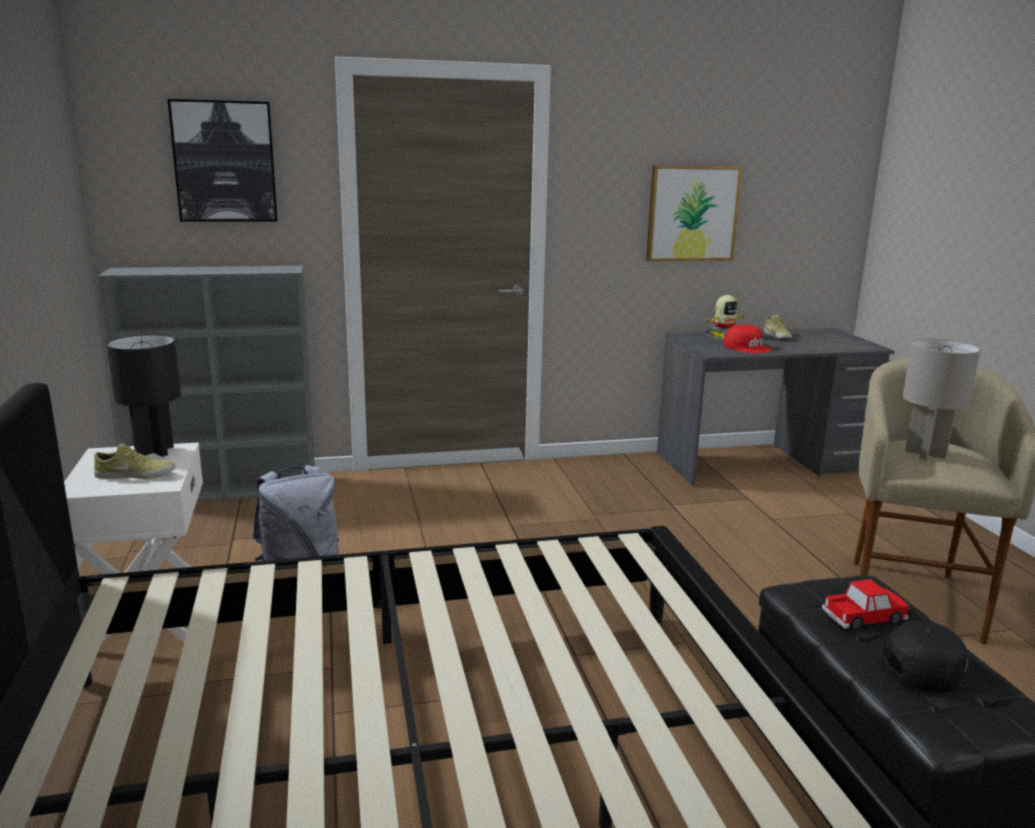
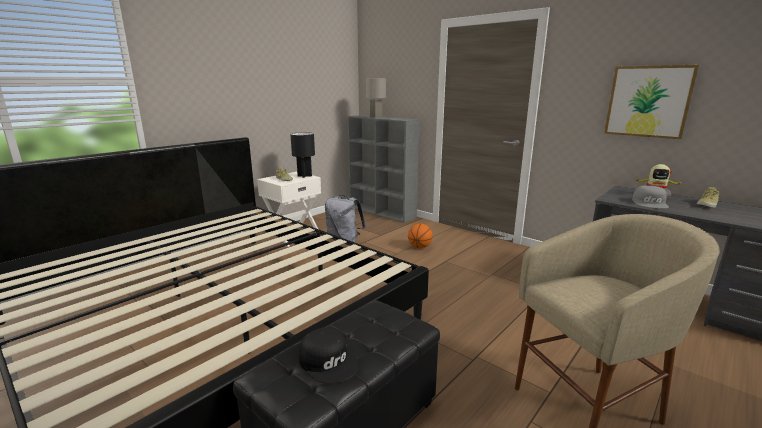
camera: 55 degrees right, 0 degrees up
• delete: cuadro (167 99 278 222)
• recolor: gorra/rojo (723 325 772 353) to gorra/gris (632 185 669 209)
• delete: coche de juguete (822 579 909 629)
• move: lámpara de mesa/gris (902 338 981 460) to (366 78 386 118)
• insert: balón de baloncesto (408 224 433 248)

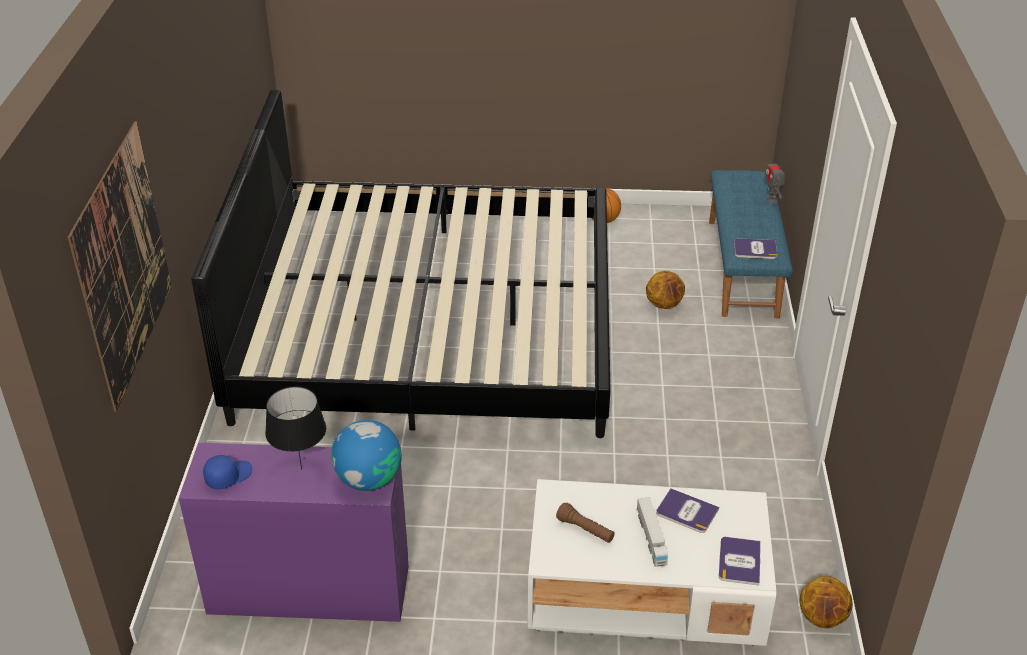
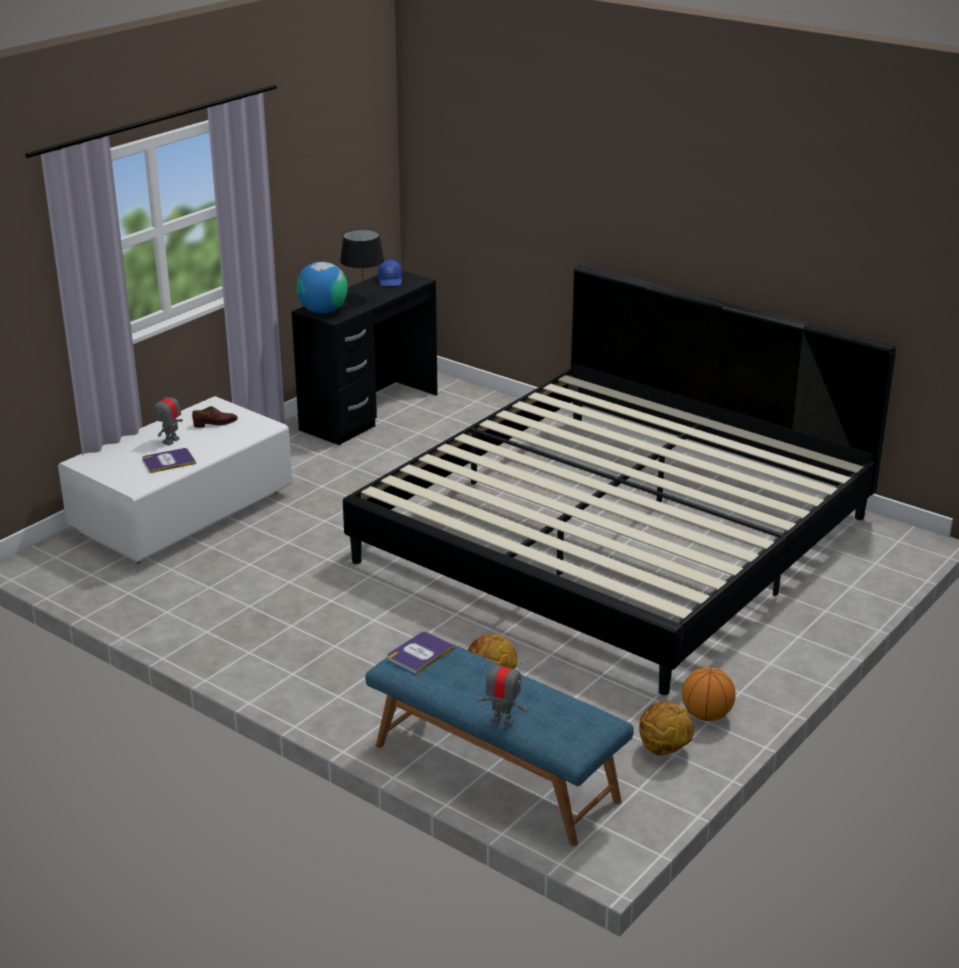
camera: 125 degrees right, 10 degrees down
• delete: cuadro (68 121 172 412)
• recolor: escritorio/morado (179 443 409 622) to escritorio/negro (291 271 438 445)
• replace: linterna/marrón (556 503 614 543) to zapato/marrón (192 406 238 428)
• replace: camión de juguete (636 497 668 567) to robot de juguete (155 386 183 445)
• delete: libro (719 537 761 586)
• move: balón de baloncesto (800 576 853 628) to (639 701 694 756)

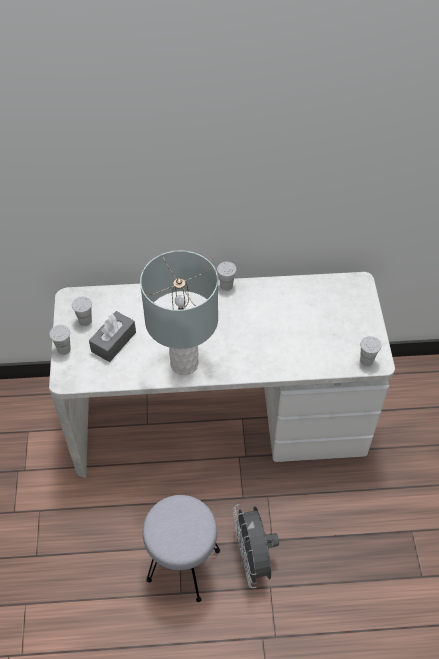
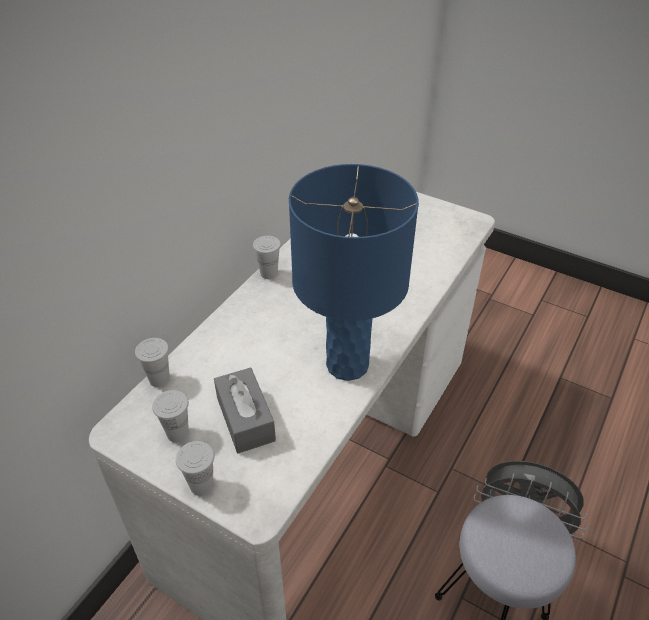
camera: 55 degrees left, 10 degrees down
• recolor: lámpara de mesa/gris (140 251 218 375) to lámpara de mesa/azul (289 164 419 381)
• move: taza/blanco (360 336 381 366) to (135 338 170 387)

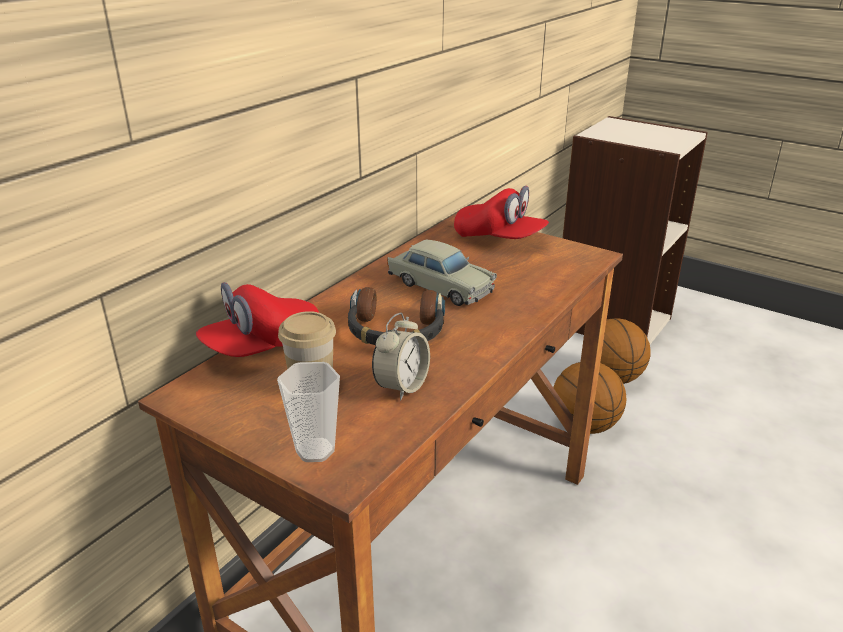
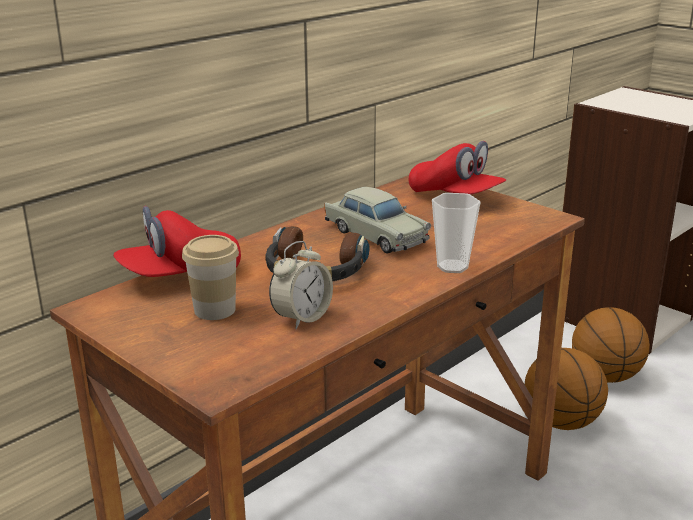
camera: 10 degrees right, 5 degrees down
• move: taza (277 362 340 462) to (432 193 481 273)

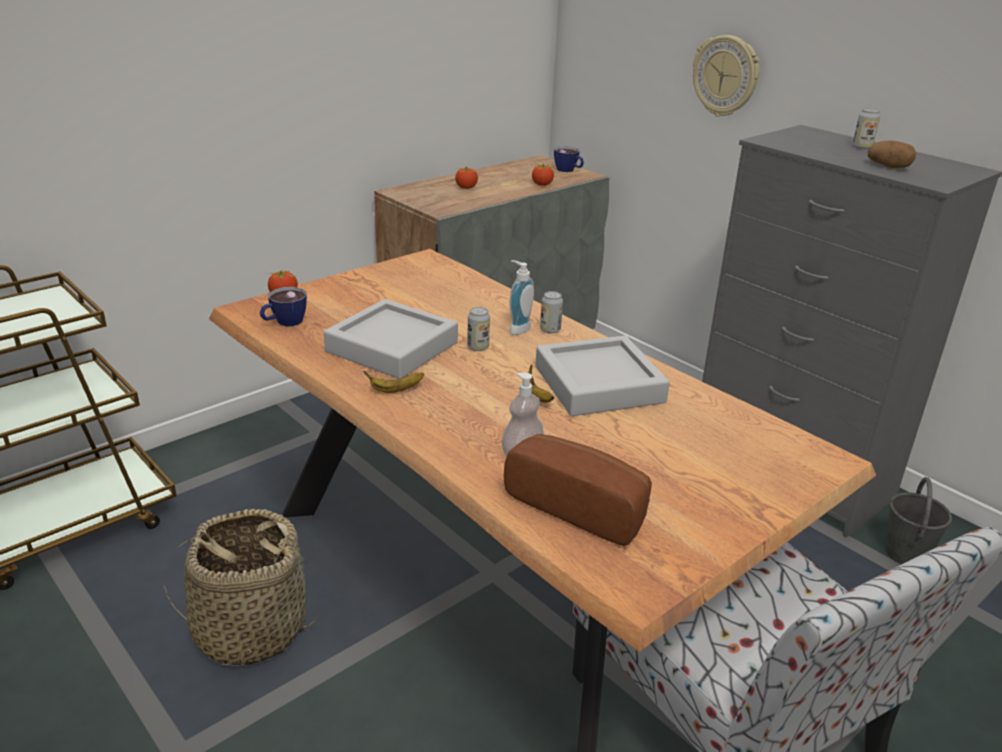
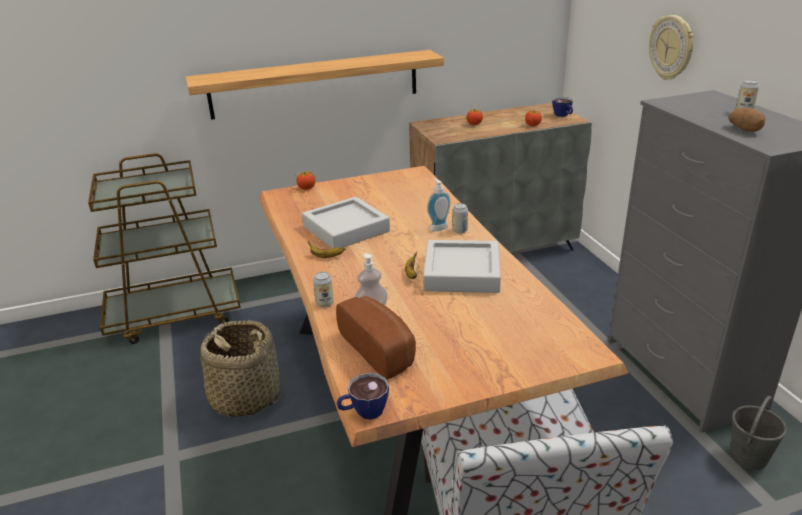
camera: 25 degrees right, 0 degrees up
• move: taza (260 287 307 326) to (336 373 389 420)
• move: lata (467 307 490 351) to (313 272 334 308)
• insert: estante (186 50 444 120)

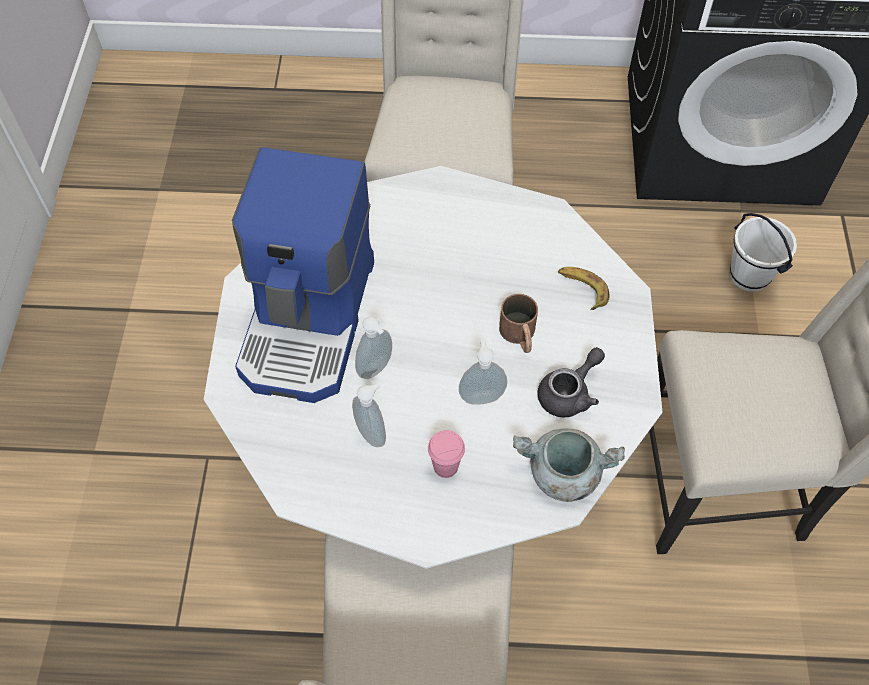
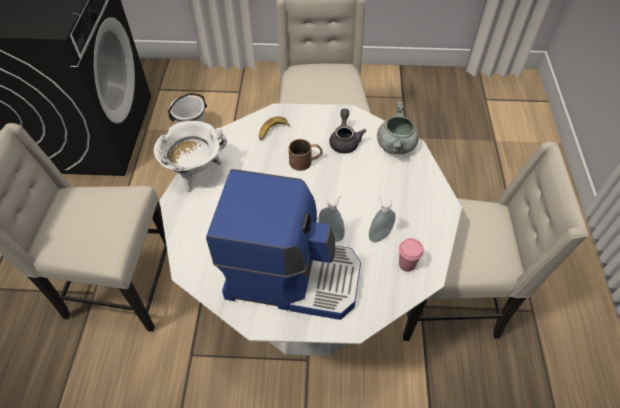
camera: 90 degrees left, 5 degrees down
• move: taza/rosa (428 430 465 478) to (399 238 424 272)
• delete: dispensador de jabón (459 340 507 405)
• rotate: tetera/gris (538 347 605 417) = (329 109 366 154) 45 degrees clockwise
• insert: olla/blanco (154 121 227 192)

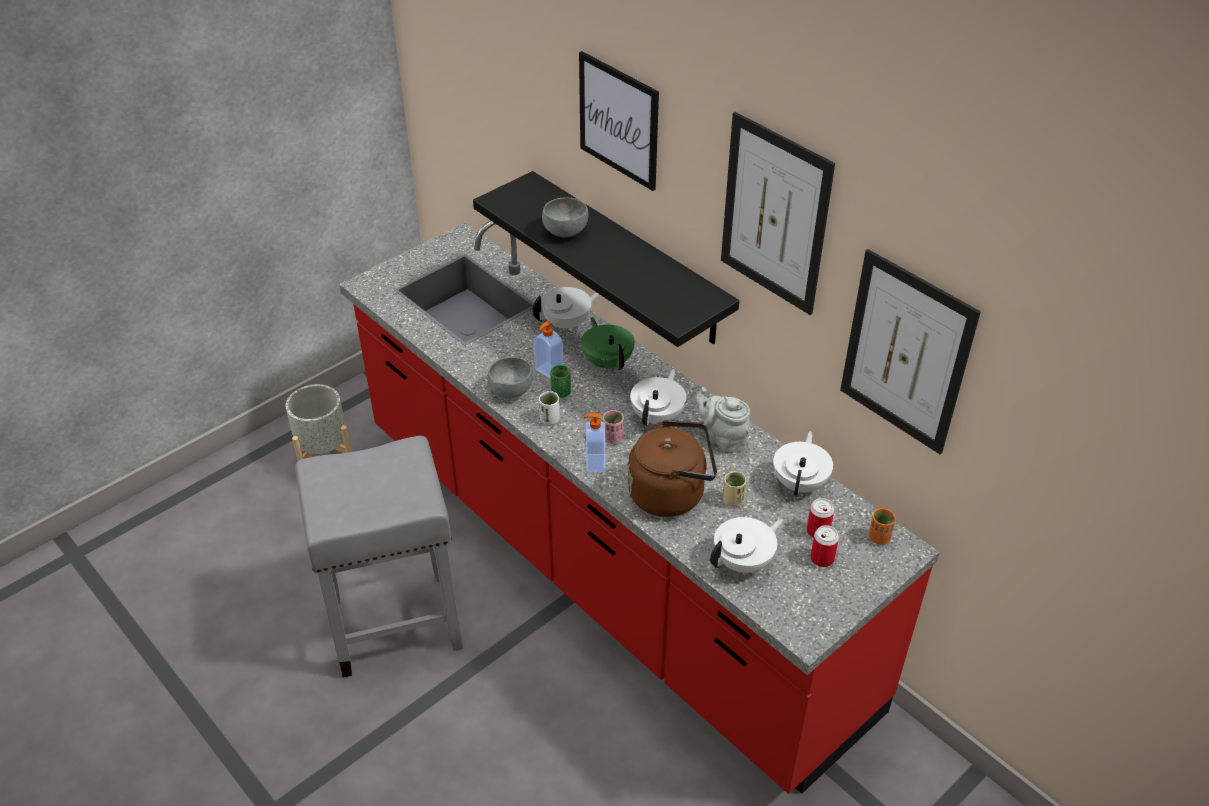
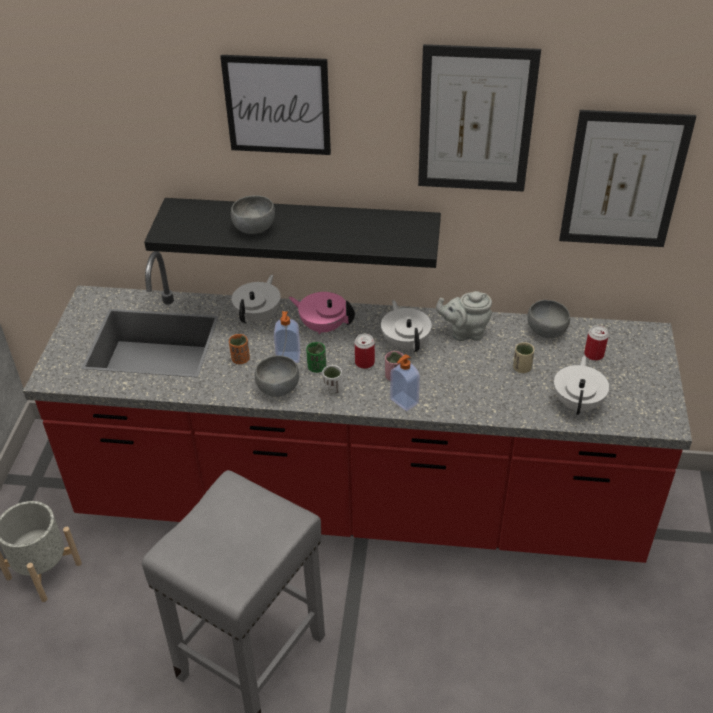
camera: 40 degrees left, 0 degrees up
• recolor: tetera/verde (581 317 635 370) to tetera/rosa (289 292 355 334)
• delete: hervidor/marrón (628 420 717 517)
• replace: tetera/blanco (773 431 833 496) to cuenco/gris (527 300 570 338)
• move: lata (810 525 839 567) to (355 334 375 369)
• move: taza/naranja (869 508 896 545) to (229 334 250 364)

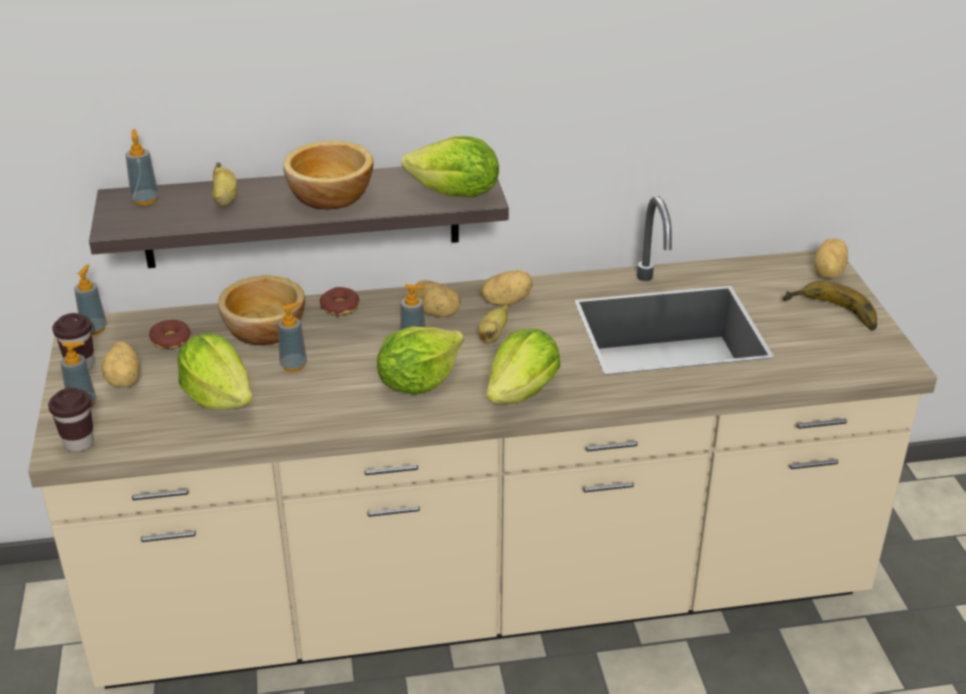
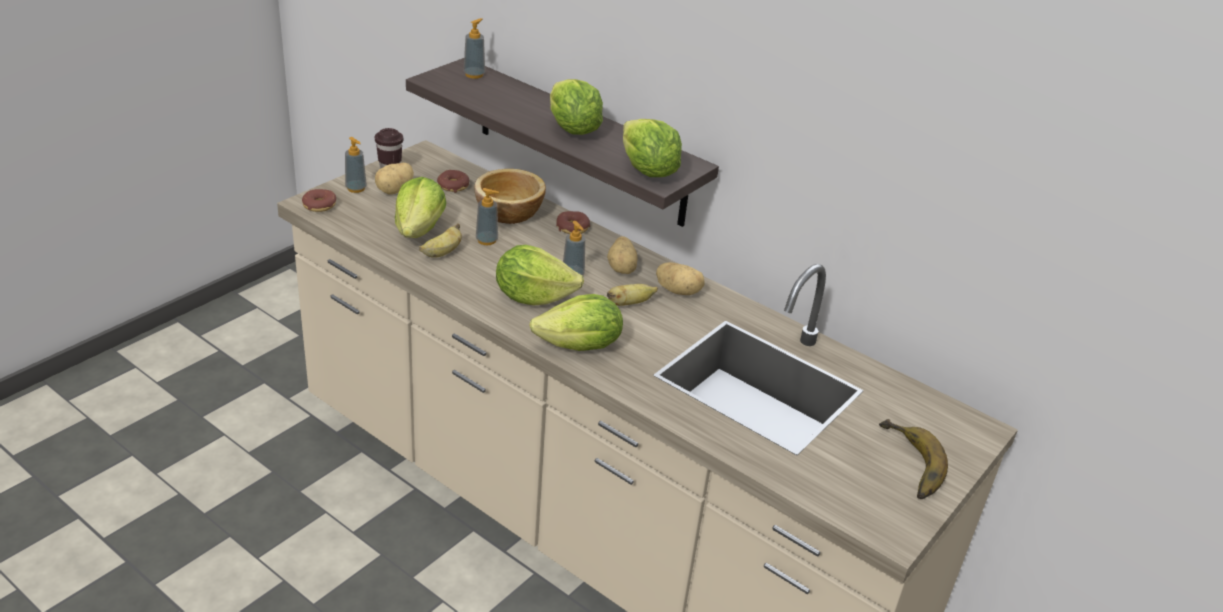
camera: 45 degrees right, 0 degrees up
• replace: taza/marrón (48 388 94 452) to rosquilla (302 189 336 212)
• delete: dispensador de jabón (74 264 107 335)
• move: plátano (212 162 238 207) to (419 223 462 258)
• replace: cuenco (283 141 373 210) to lechuga (550 79 603 135)
• delete: patata (814 238 848 279)

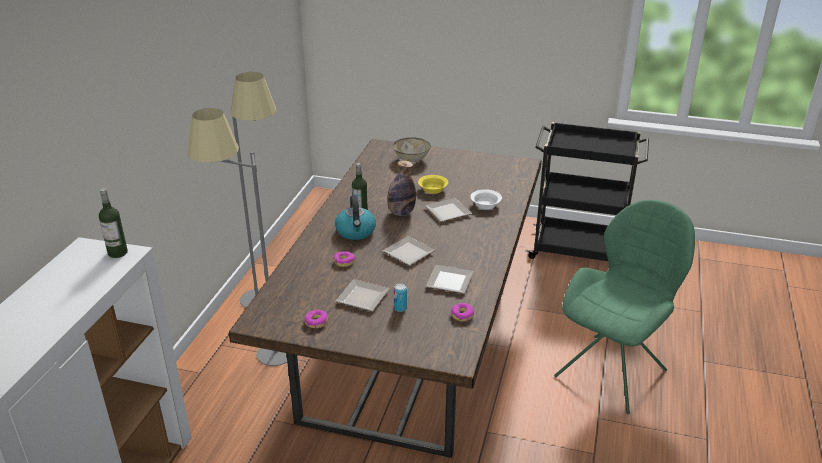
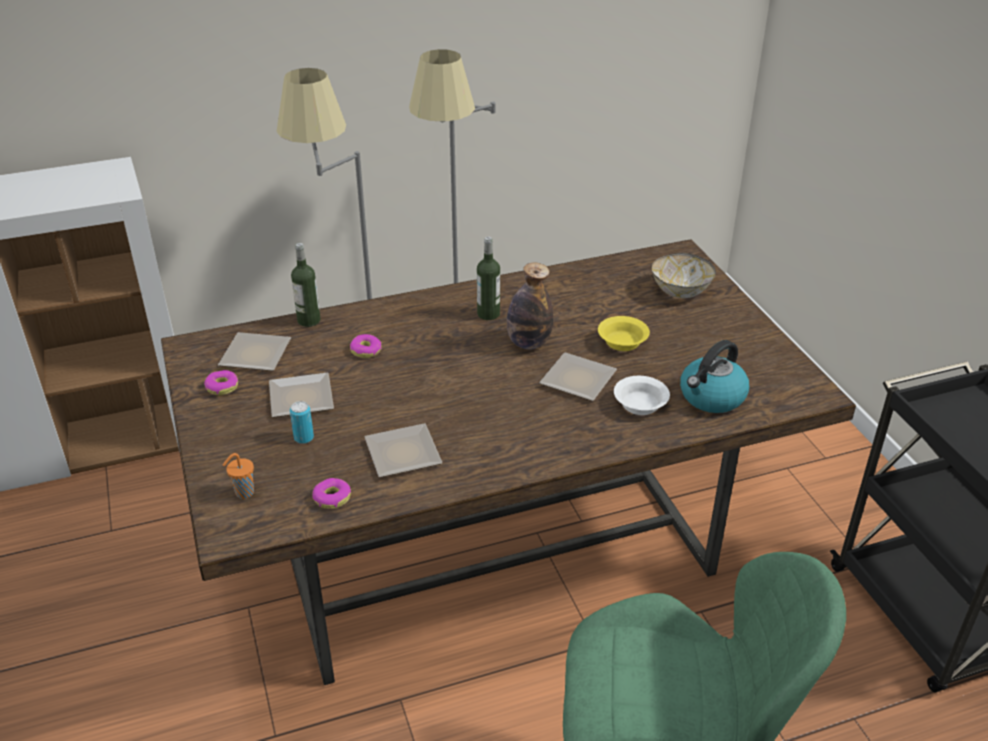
camera: 55 degrees right, 5 degrees up
• move: botella (99 188 128 258) to (291 243 321 327)
• move: hervidor (335 195 376 240) to (680 340 749 413)
• move: plato (383 236 435 266) to (218 332 291 371)
• insert: taza/naranja (223 453 254 499)

